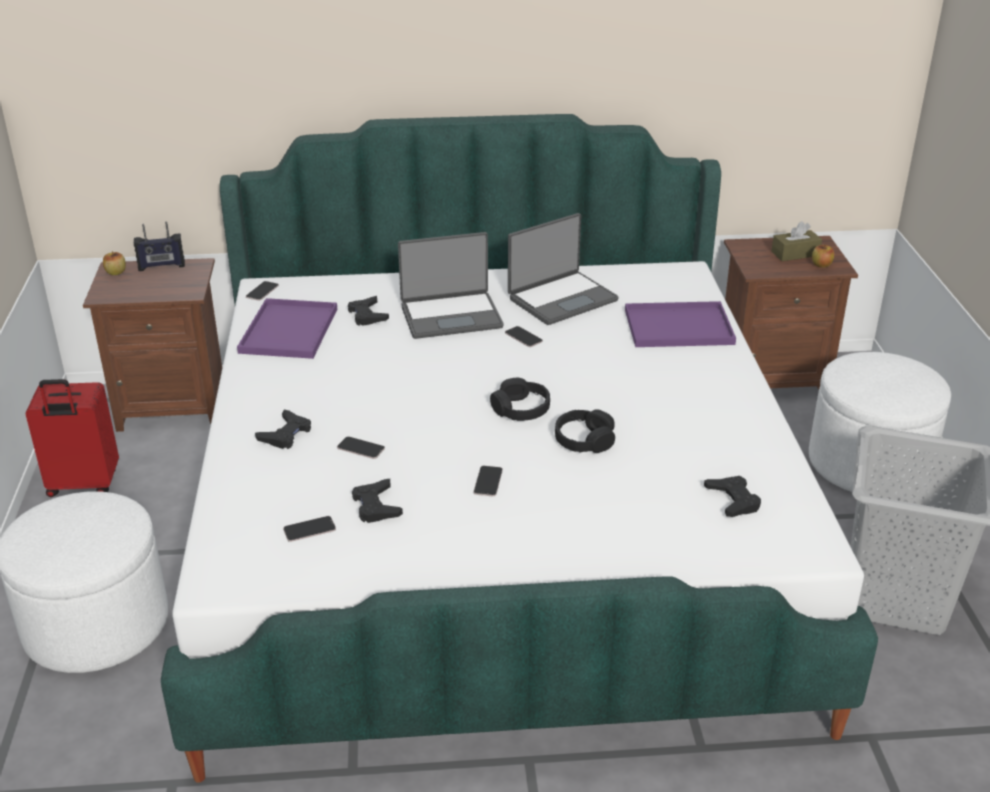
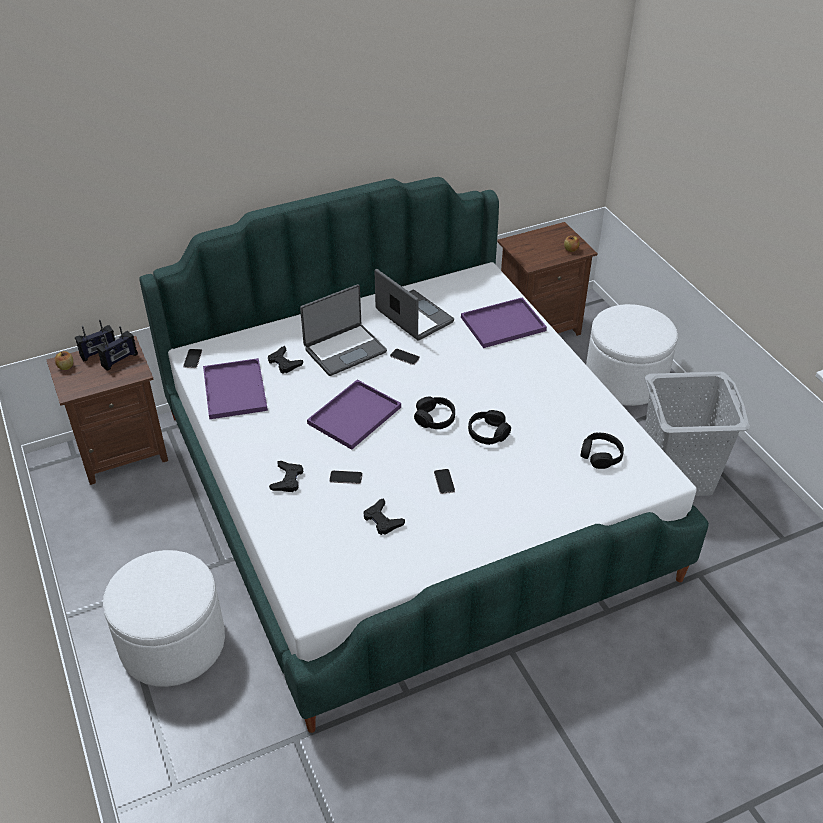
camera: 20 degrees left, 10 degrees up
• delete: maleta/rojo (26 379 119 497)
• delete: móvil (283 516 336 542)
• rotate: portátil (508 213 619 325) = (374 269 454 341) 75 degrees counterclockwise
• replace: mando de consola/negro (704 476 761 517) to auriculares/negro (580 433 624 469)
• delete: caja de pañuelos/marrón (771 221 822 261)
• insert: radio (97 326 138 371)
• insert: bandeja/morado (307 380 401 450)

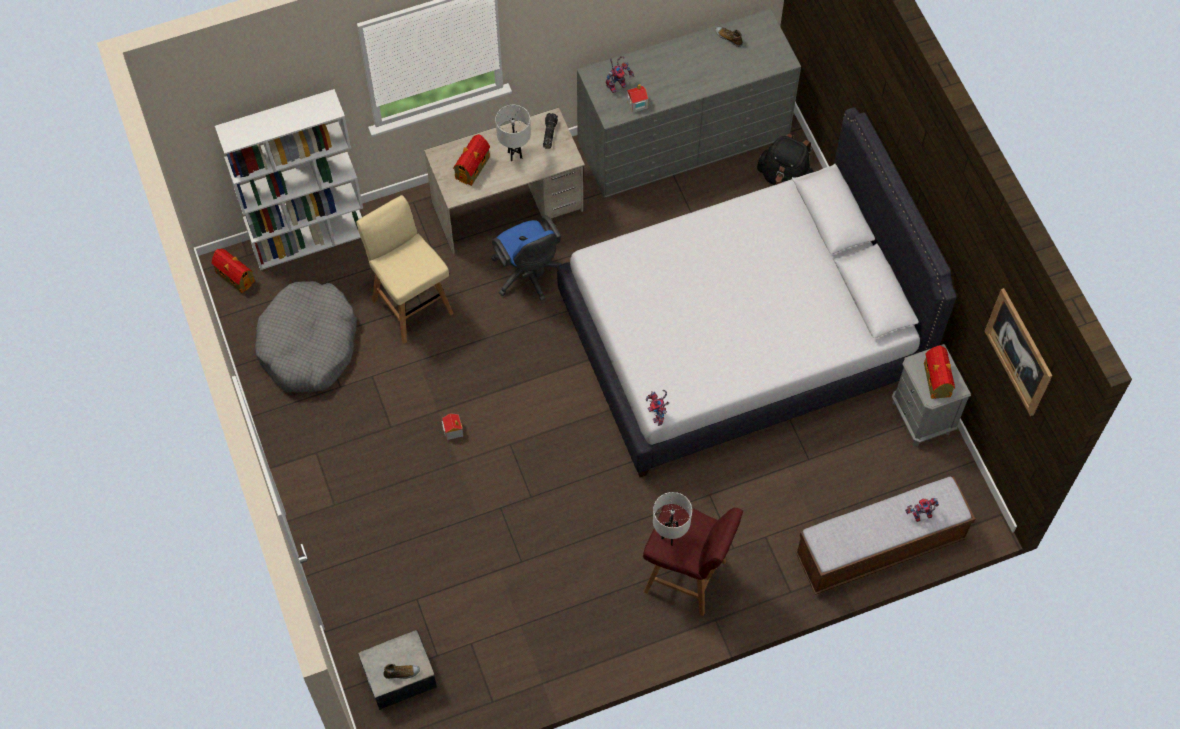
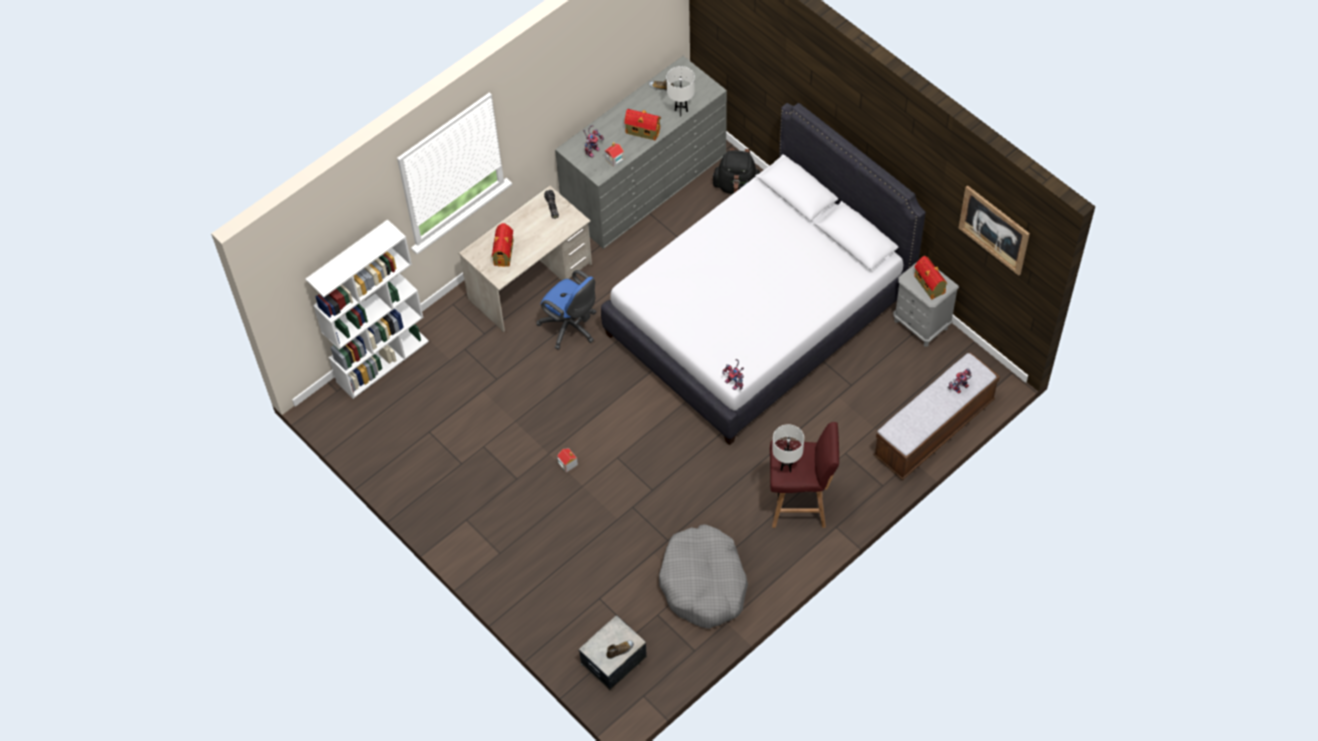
camera: 20 degrees left, 5 degrees down
• move: casita (212 249 255 293) to (624 109 661 140)
• move: cama para perro/gris (254 281 357 393) to (659 524 748 629)
• delete: taburete/beis (356 195 454 343)
• move: lámpara de mesa/blanco (495 105 531 162) to (666 66 695 116)

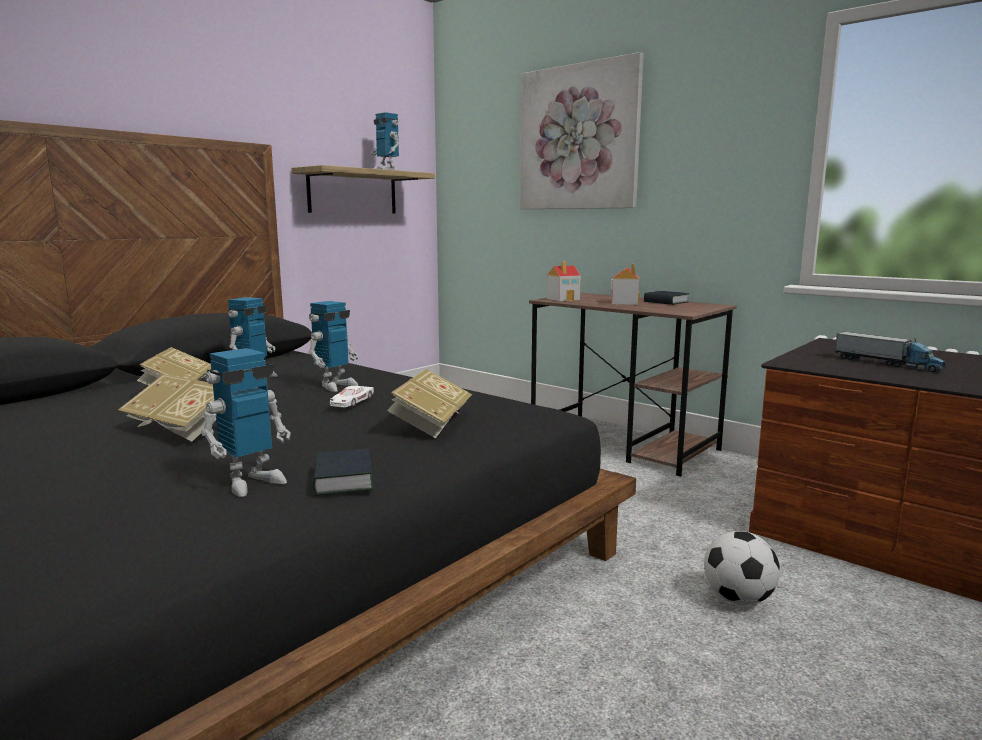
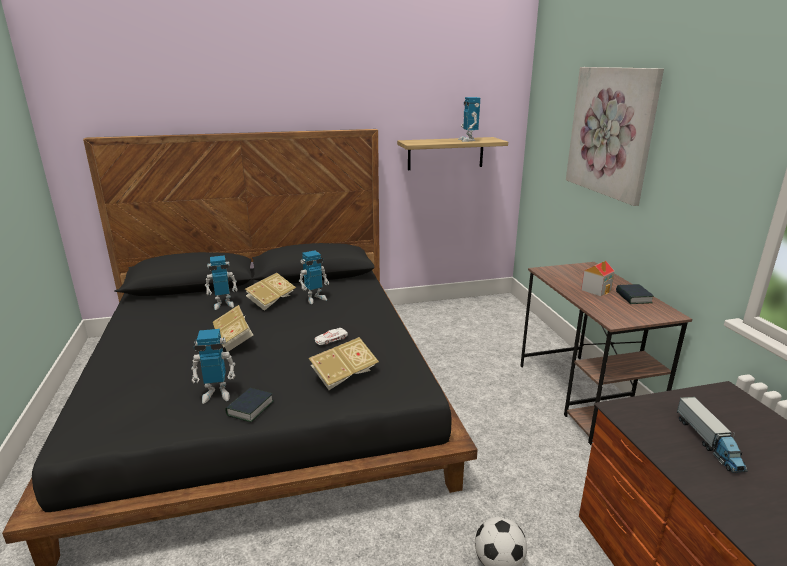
camera: 35 degrees right, 10 degrees up
• move: robot de juguete (308 301 359 392) to (205 255 238 310)
• delete: casita (547 261 581 301)

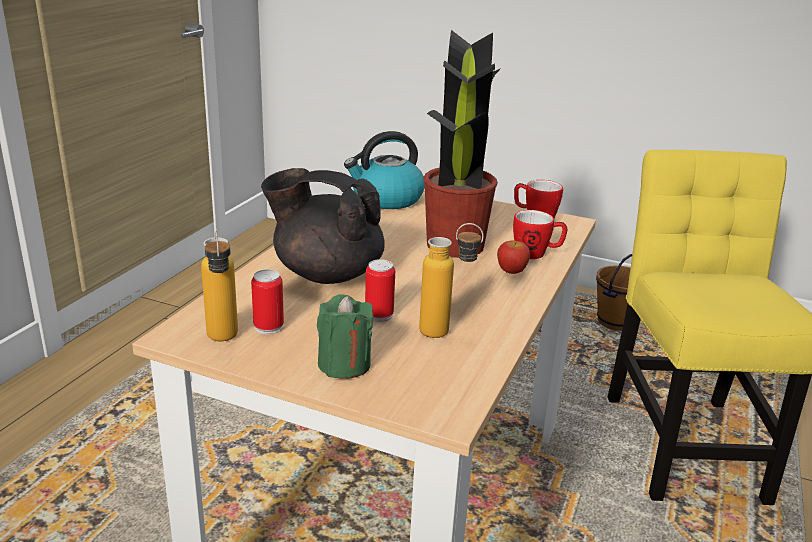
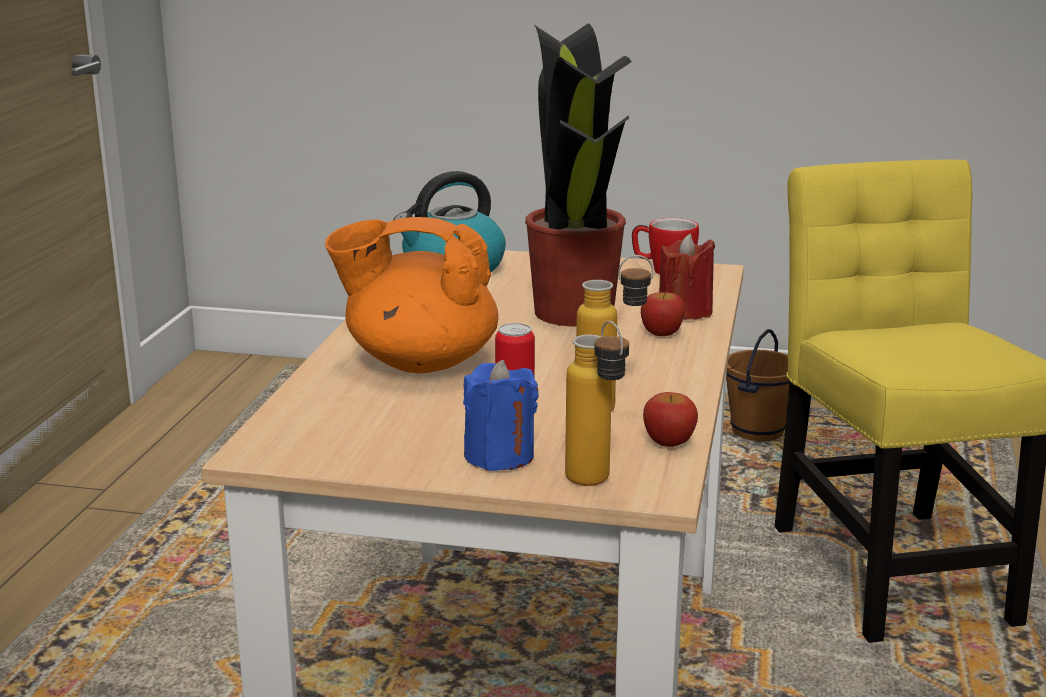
camera: 10 degrees left, 5 degrees down
• move: botella (201 231 238 341) to (565 321 629 486)
• delete: lata (251 269 284 334)
• recolor: tetera/negro (261 168 385 284) to tetera/naranja (325 217 498 373)
• recolor: vela/verde (317 294 374 379) to vela/azul (463 360 538 471)
• replace: taza grande (513 210 567 259) to vela/rojo (659 234 715 320)
• insert: manzana (643 392 698 447)

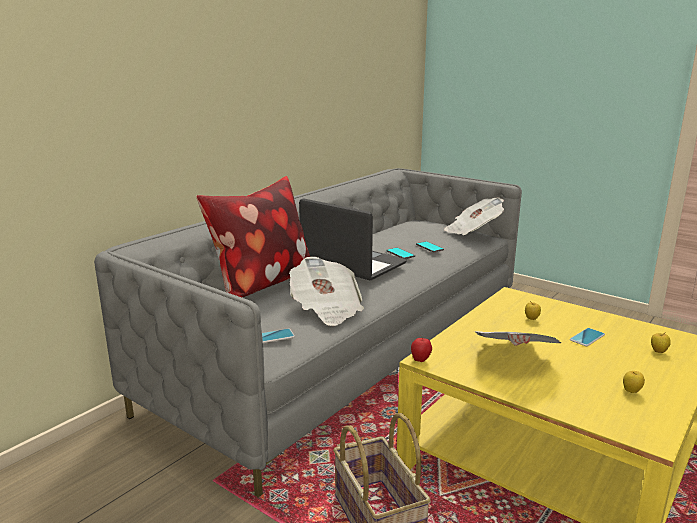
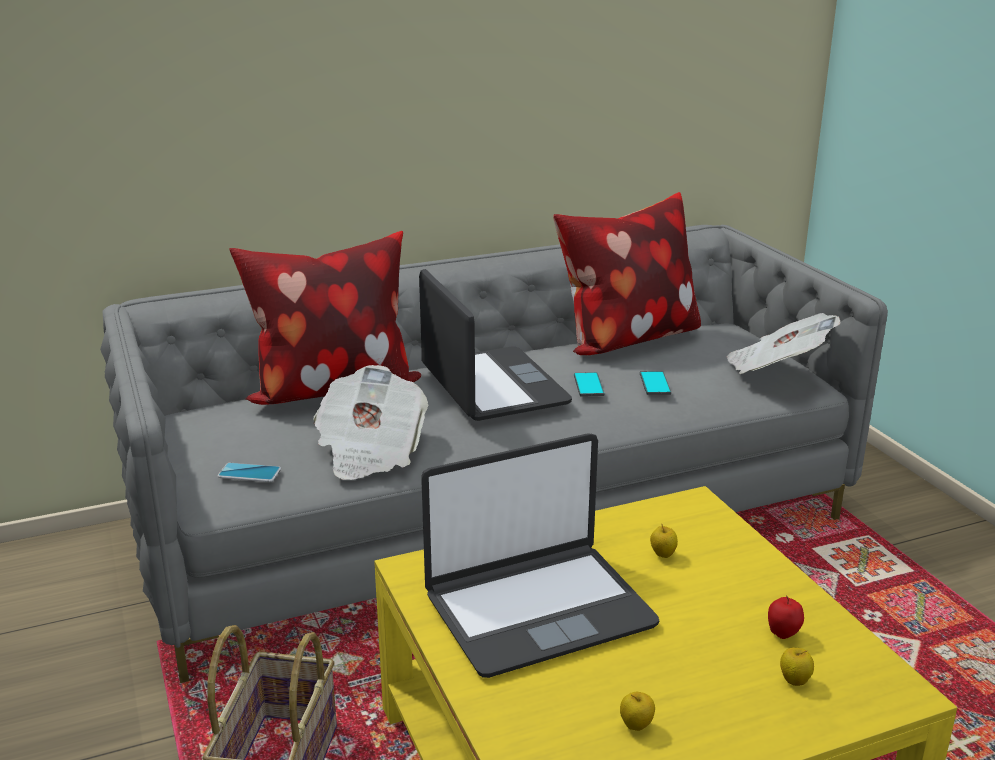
camera: 30 degrees right, 5 degrees up
• move: manzana (411 336 432 362) to (768 595 804 639)
• replace: periódico (475 331 561 346) to portátil (421 433 659 678)
• delete: móvil (570 328 605 346)
• insert: cojín (553 192 701 355)

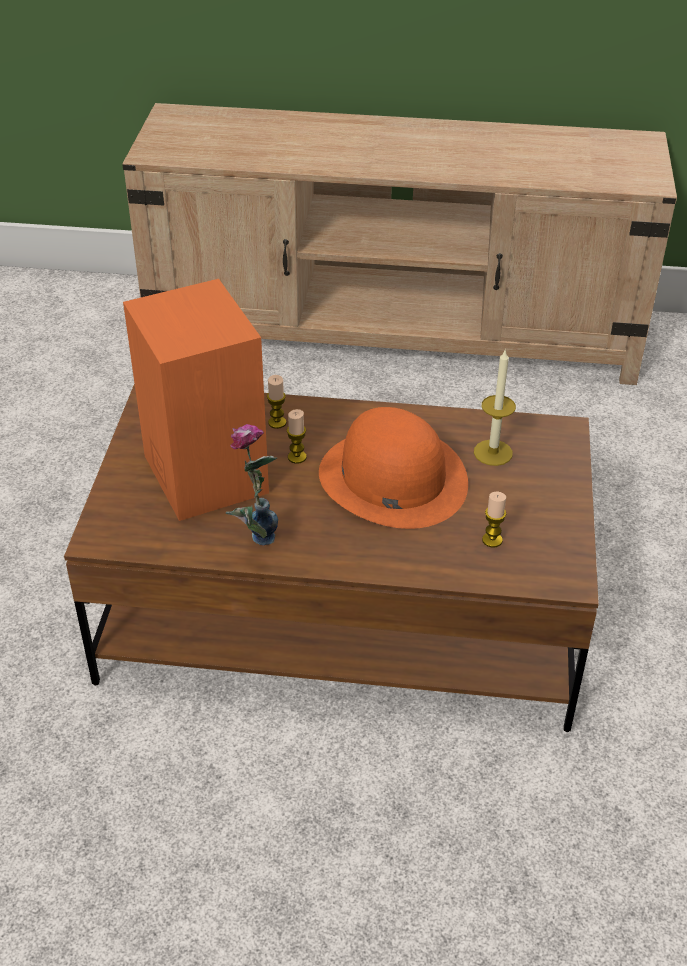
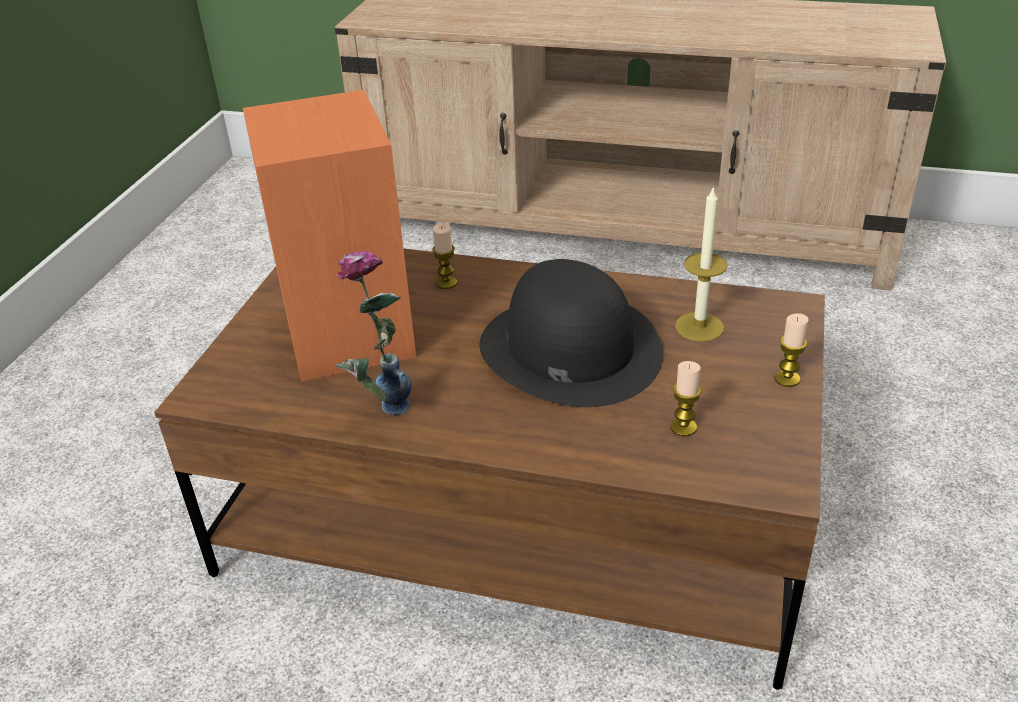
camera: 10 degrees right, 5 degrees down
• move: vela (287 409 307 464) to (774 313 809 387)
• recolor: sombrero/naranja (319 407 468 529) to sombrero/negro (480 259 663 407)

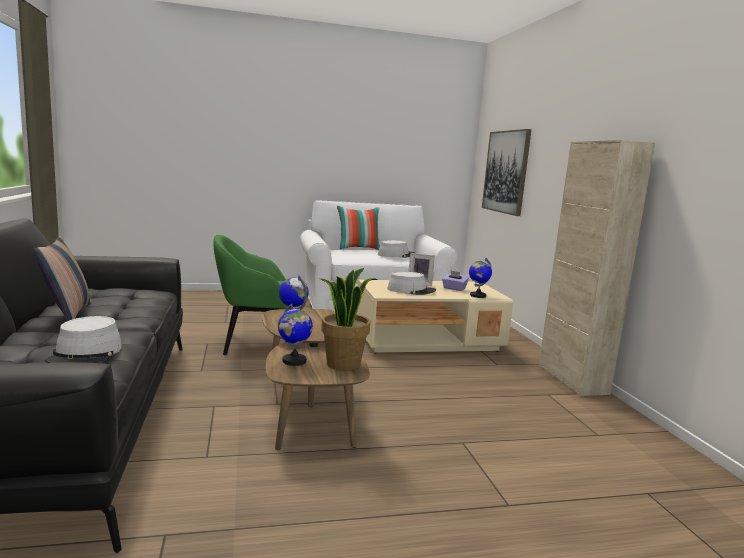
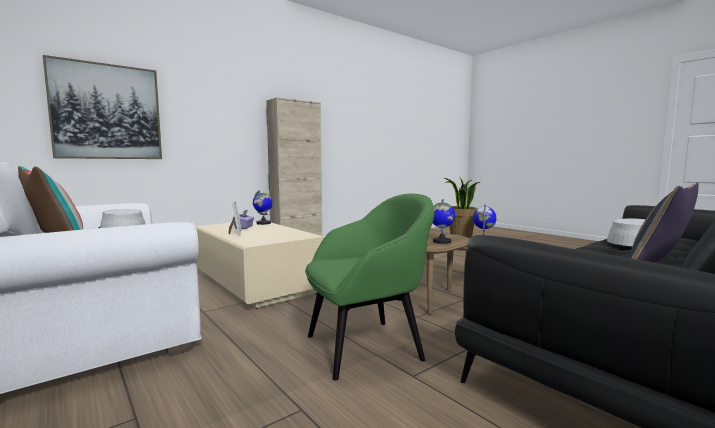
camera: 115 degrees left, 5 degrees down
• rotate: sillón/verde (213 235 287 355) = (305 193 434 381) 75 degrees counterclockwise
• delete: sombrero/gris (388 272 436 295)

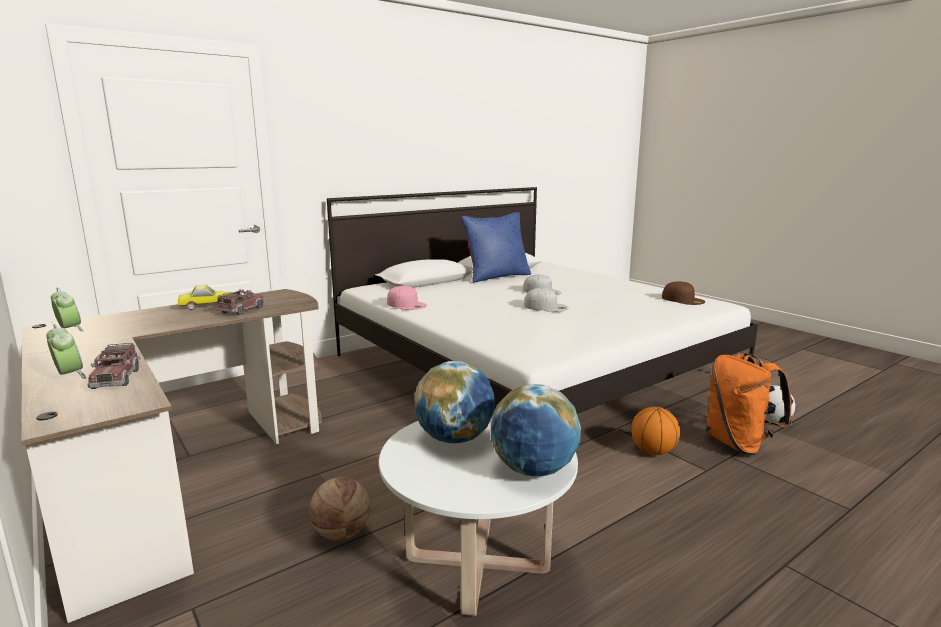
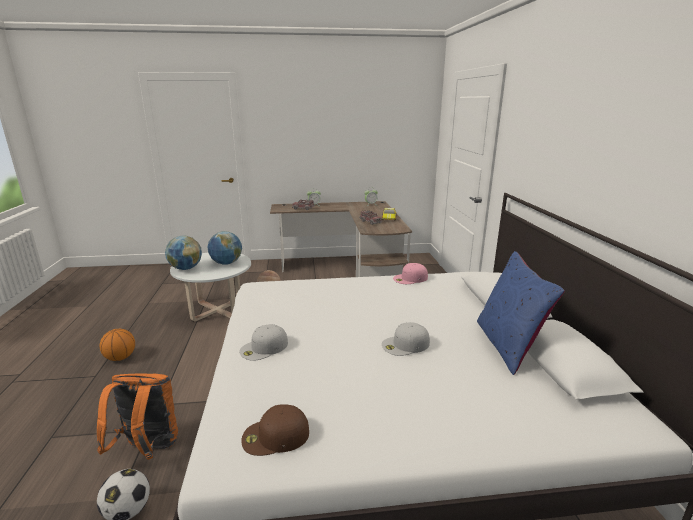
camera: 120 degrees right, 5 degrees up
• move: gorra/blanco (524 288 569 312) to (239 324 288 361)
• move: balón de baloncesto (631 407 680 455) to (100 329 135 361)

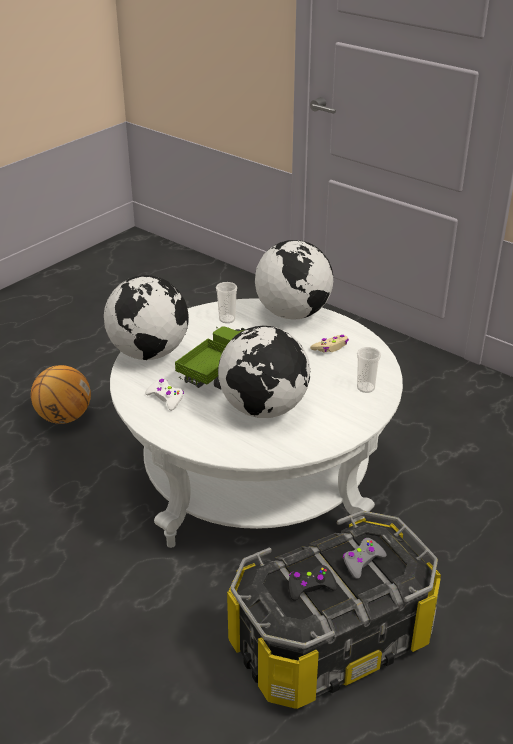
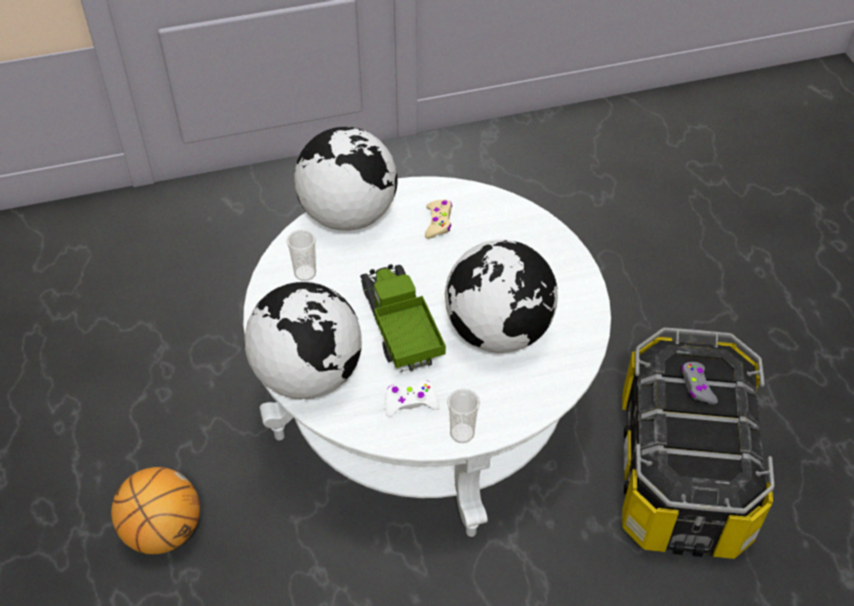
camera: 55 degrees left, 15 degrees up
• delete: mando de consola/negro (288 565 337 601)
• move: taza (357 347 381 393) to (447 388 480 443)

